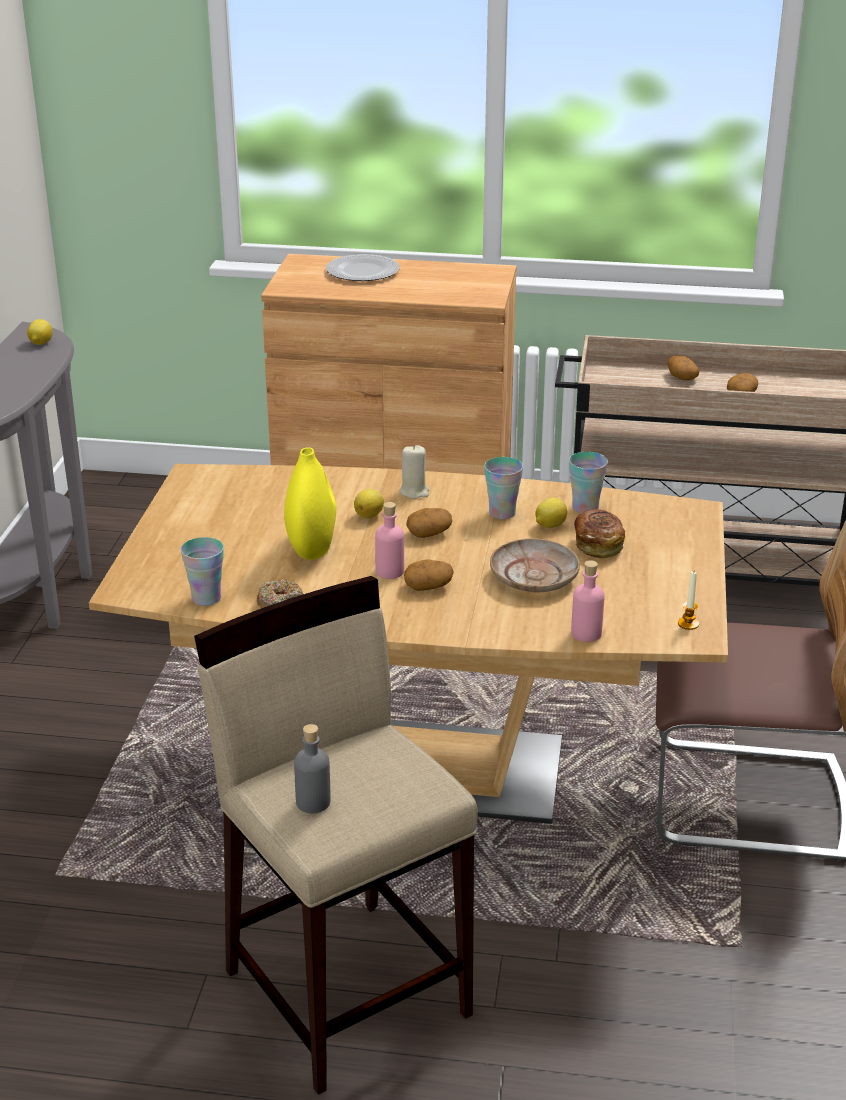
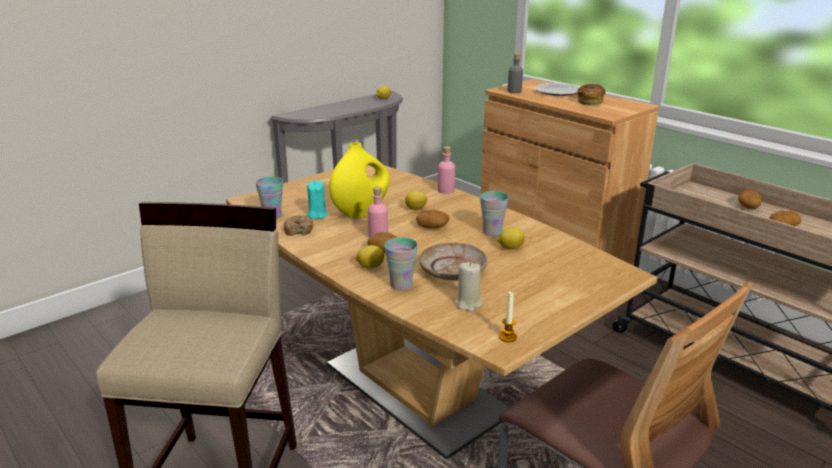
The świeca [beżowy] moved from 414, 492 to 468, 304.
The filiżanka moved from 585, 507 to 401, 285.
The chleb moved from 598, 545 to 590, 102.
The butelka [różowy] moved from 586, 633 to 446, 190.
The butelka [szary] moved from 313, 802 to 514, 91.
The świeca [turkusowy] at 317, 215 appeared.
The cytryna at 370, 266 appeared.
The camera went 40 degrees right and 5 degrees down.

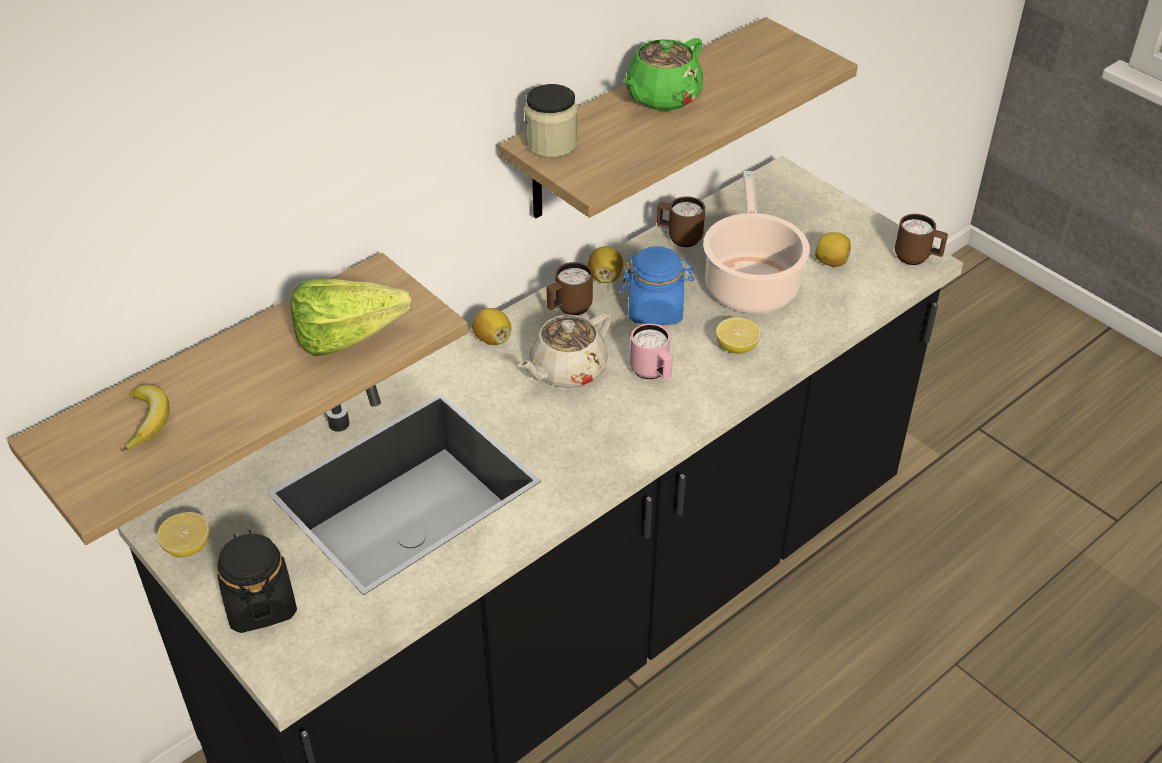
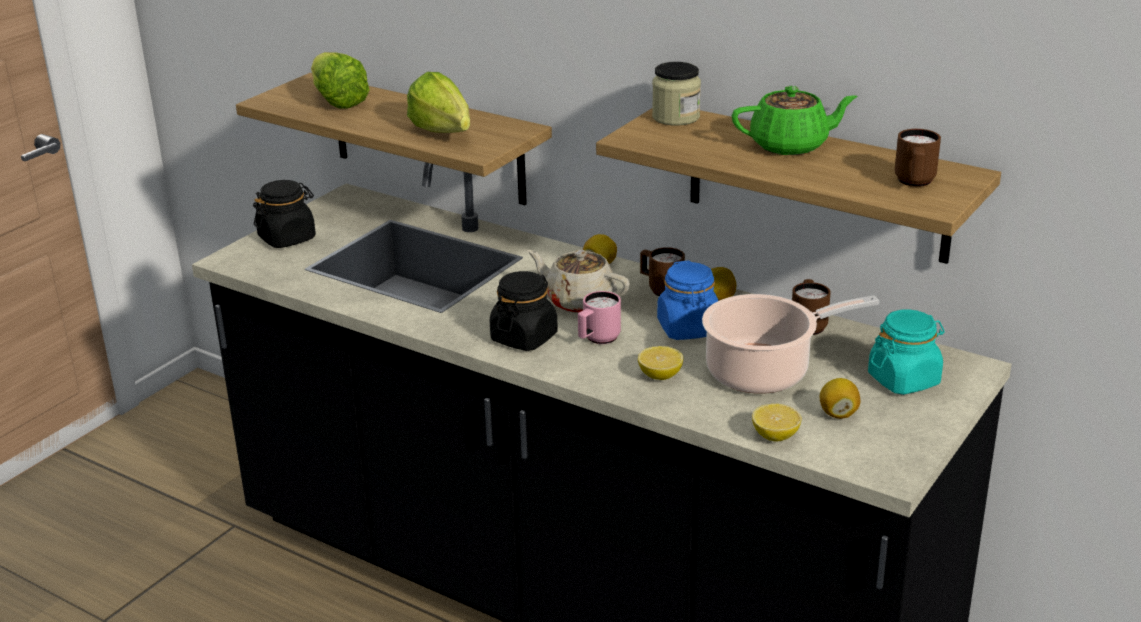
The imbryk [zielony] at 661, 97 turned 150 degrees clockwise.
The kubek [brązowy] moved from 917, 258 to 914, 183.
The banan at 148, 421 was replaced by the sałata at 337, 98.
The cytryna moved from 187, 547 to 775, 436.
The słoik [czarny] at 524, 337 appeared.
The słoik [turkusowy] at 904, 380 appeared.
The camera went 75 degrees right and 15 degrees down.

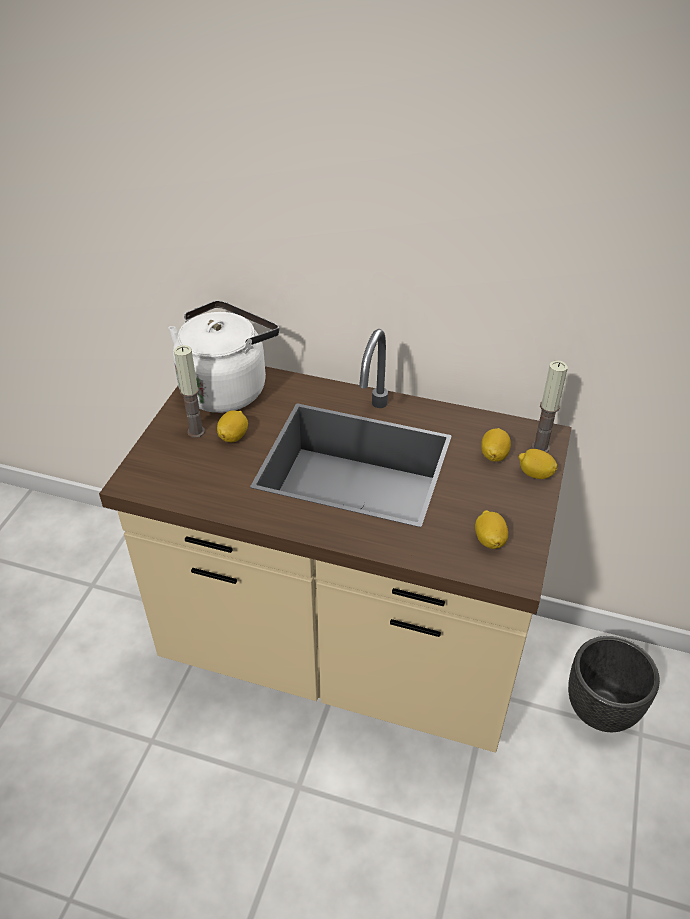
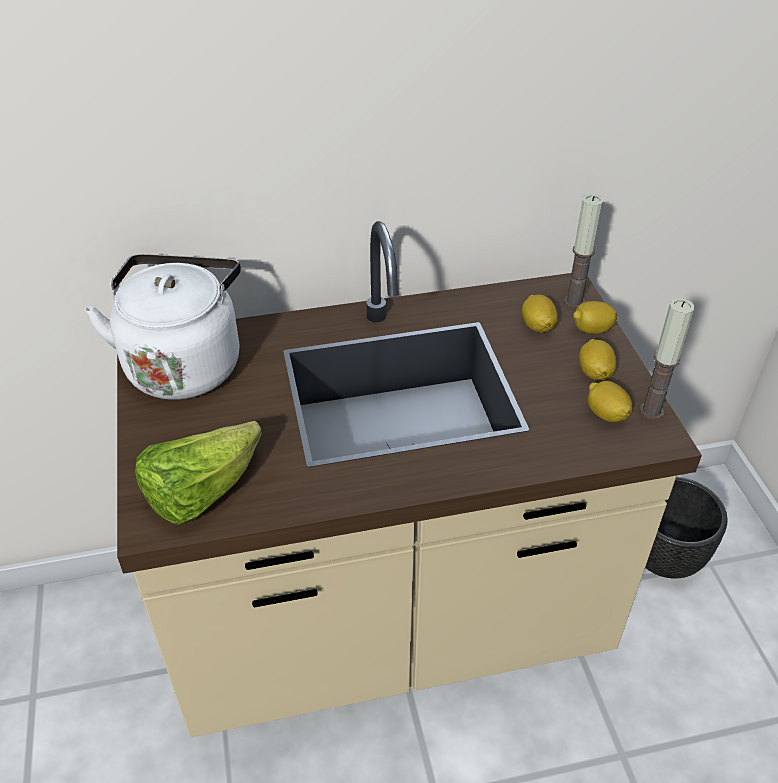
The świeca moved from 196, 431 to 651, 411.
The cytryna moved from 233, 436 to 594, 373.
The sałata at 201, 493 appeared.
The camera went 30 degrees left and 0 degrees up.

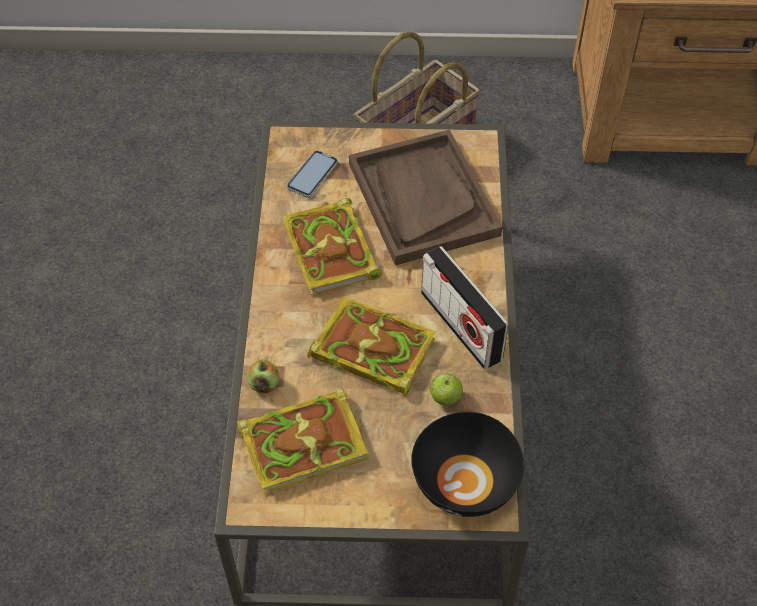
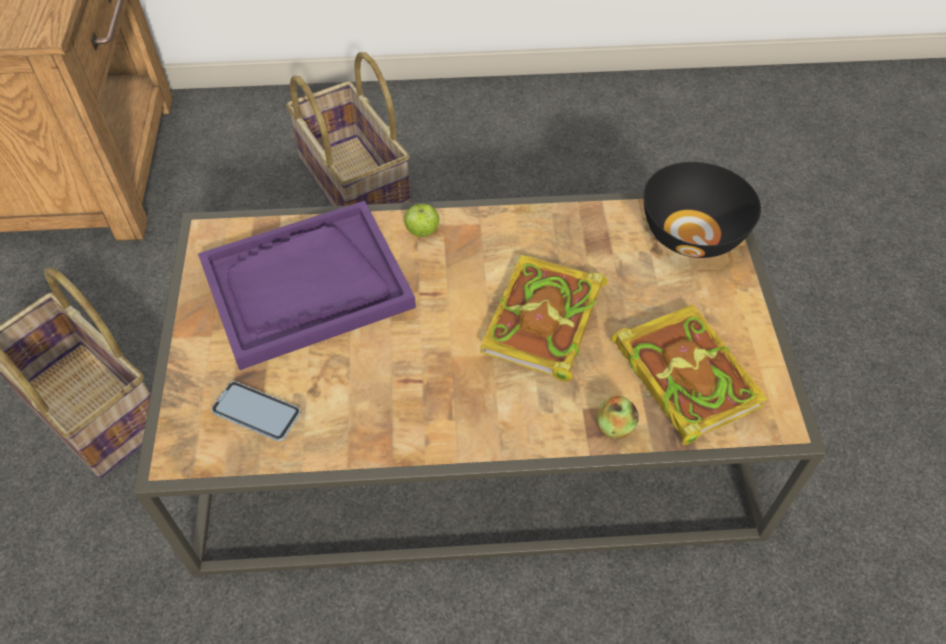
The taca [brązowy] at 422, 199 became the taca [fioletowy] at 306, 286.
The książka at 333, 252 disappeared.
The radio at 461, 326 disappeared.
The jabłko moved from 445, 398 to 422, 232.
The koszyk at 352, 185 appeared.
The camera went 95 degrees left and 0 degrees up.

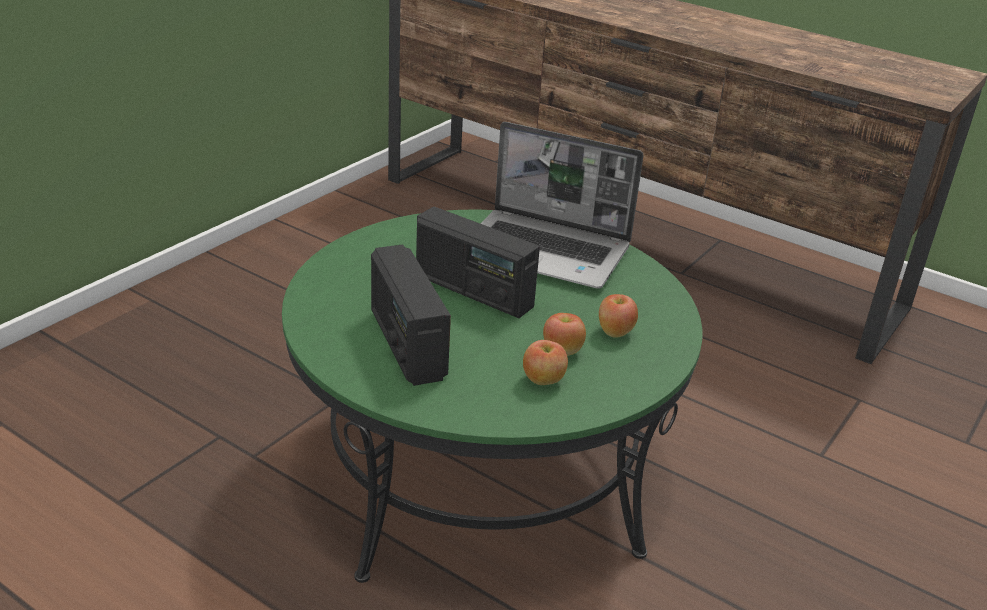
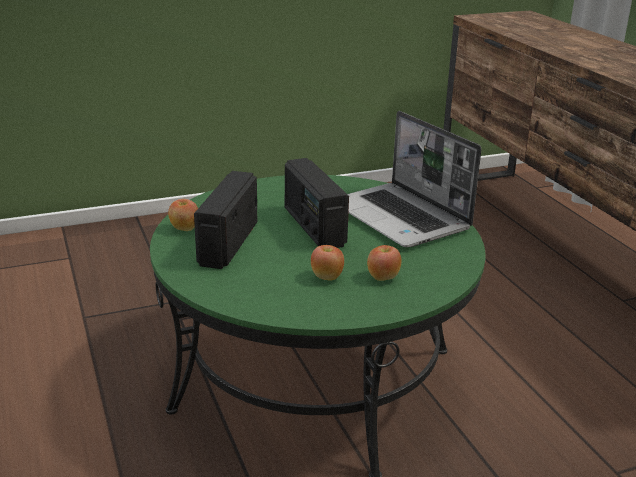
The jabłko moved from 543, 381 to 184, 228.
The camera went 35 degrees right and 5 degrees down.

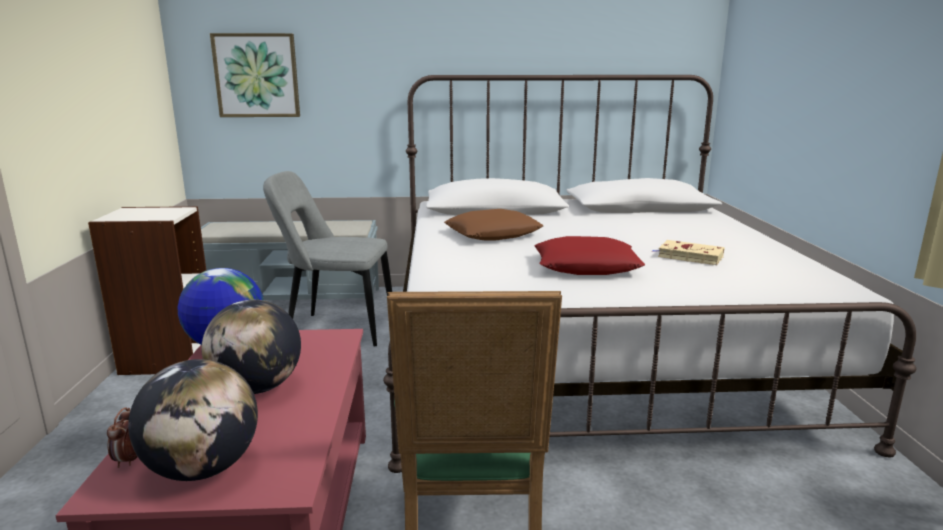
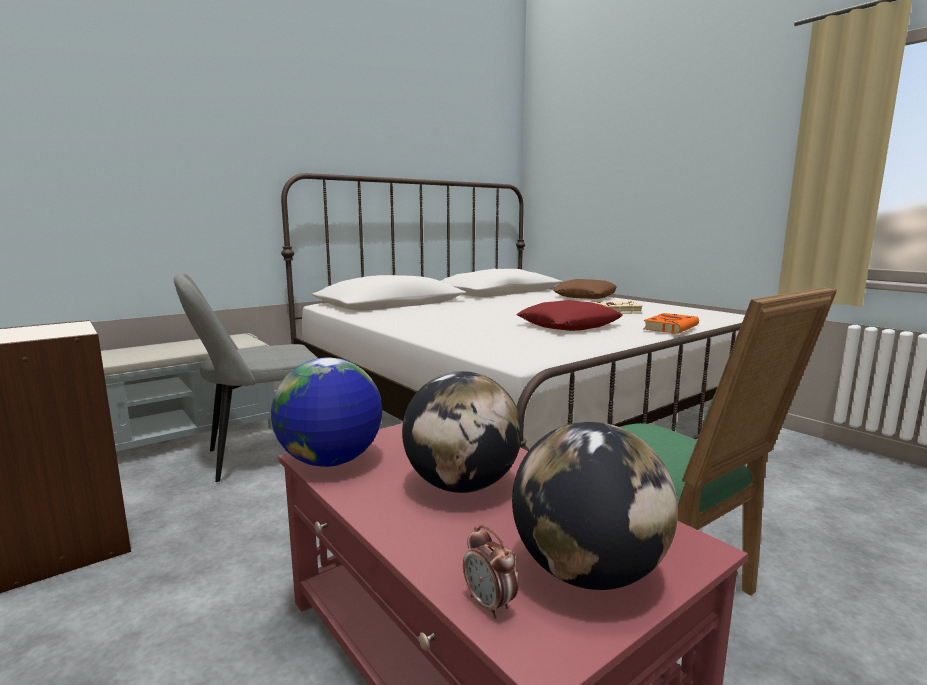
The obraz at 257, 75 disappeared.
The poduszka [brązowy] moved from 493, 233 to 585, 296.
The książka [pomarańczowy] at 671, 327 appeared.
The camera went 35 degrees left and 5 degrees down.

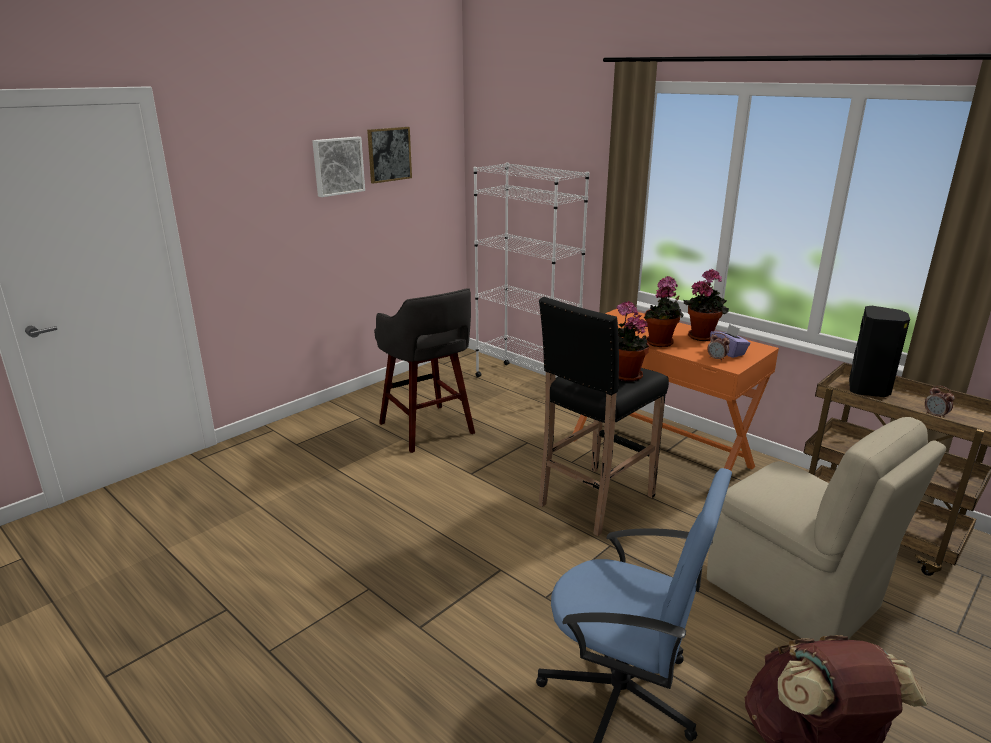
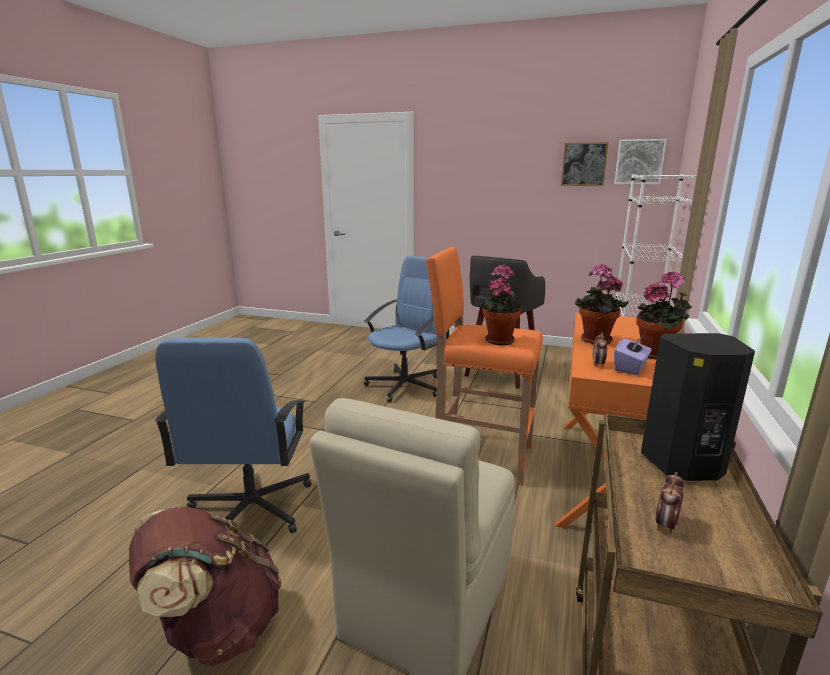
The obraz moved from 337, 166 to 639, 162.
The stołek [czarny] at 594, 501 became the stołek [pomarańczowy] at 479, 456.
The krzesło biurowe [niebieski] at 406, 385 appeared.
The camera went 65 degrees right and 5 degrees down.

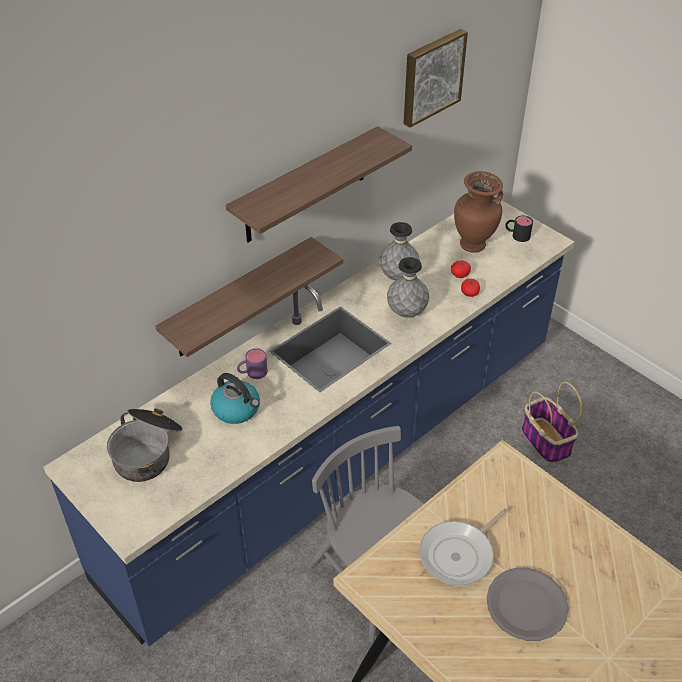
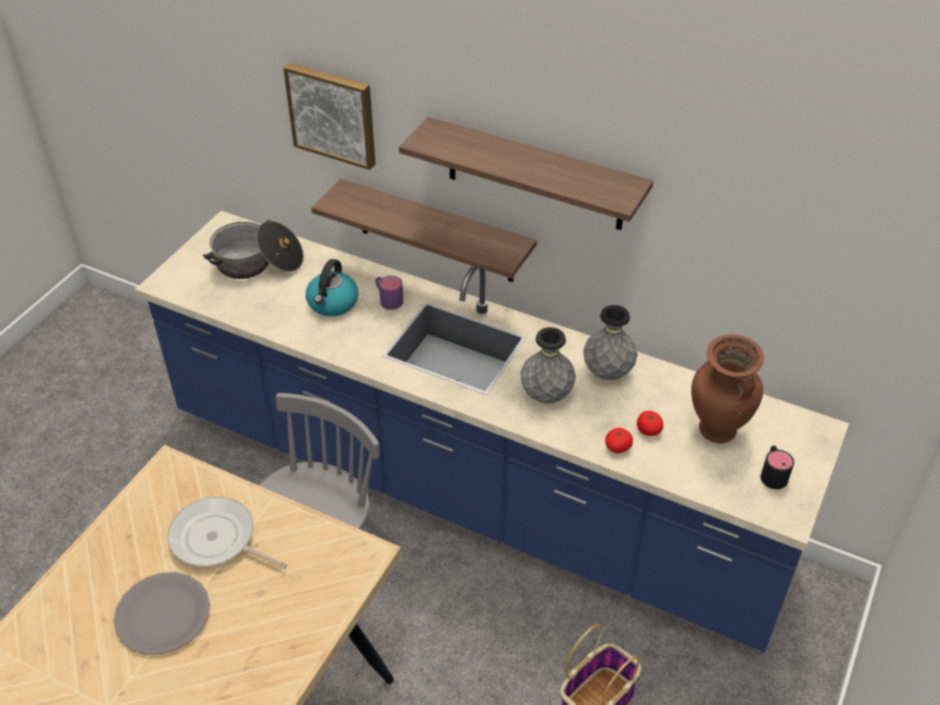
The obraz moved from 431, 76 to 333, 114.
The camera went 70 degrees right and 0 degrees up.

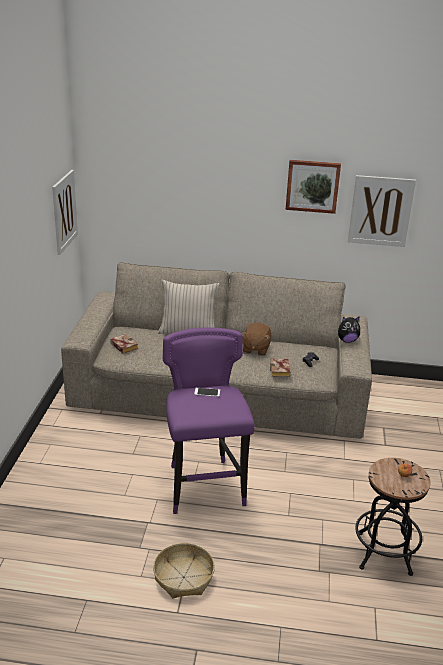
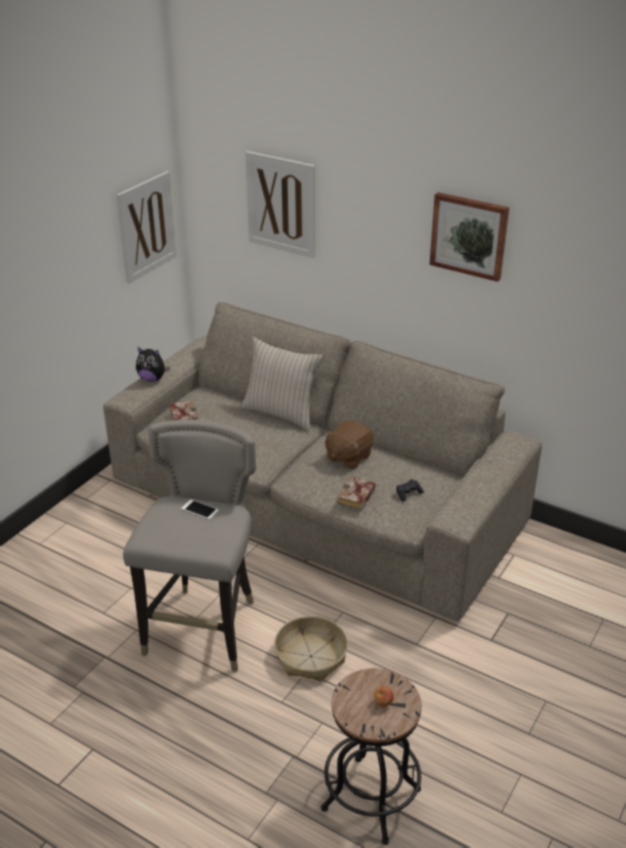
The obraz moved from 380, 211 to 281, 204.
The pluszak moved from 347, 340 to 152, 379.
The stołek [fioletowy] at 204, 486 became the stołek [szary] at 204, 628.
The koszyk moved from 183, 577 to 311, 656.
The camera went 25 degrees right and 5 degrees up.

